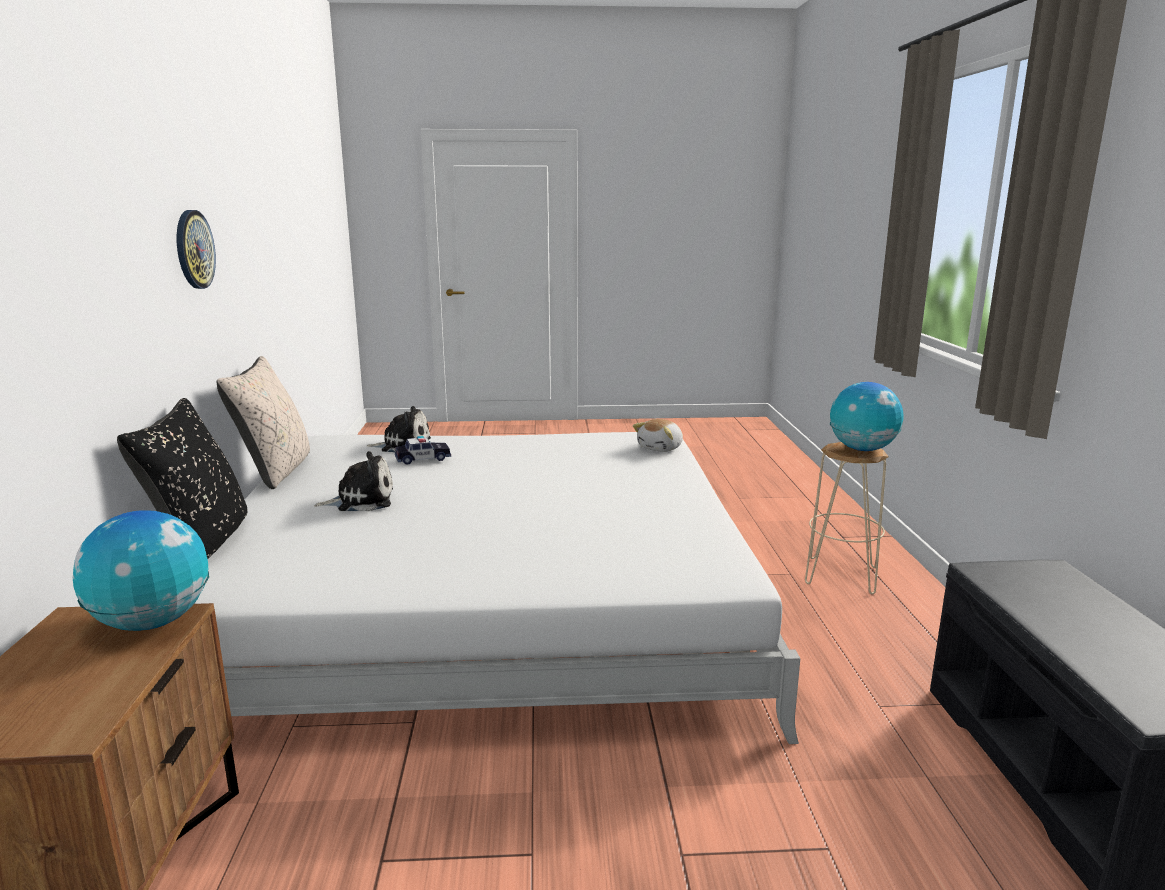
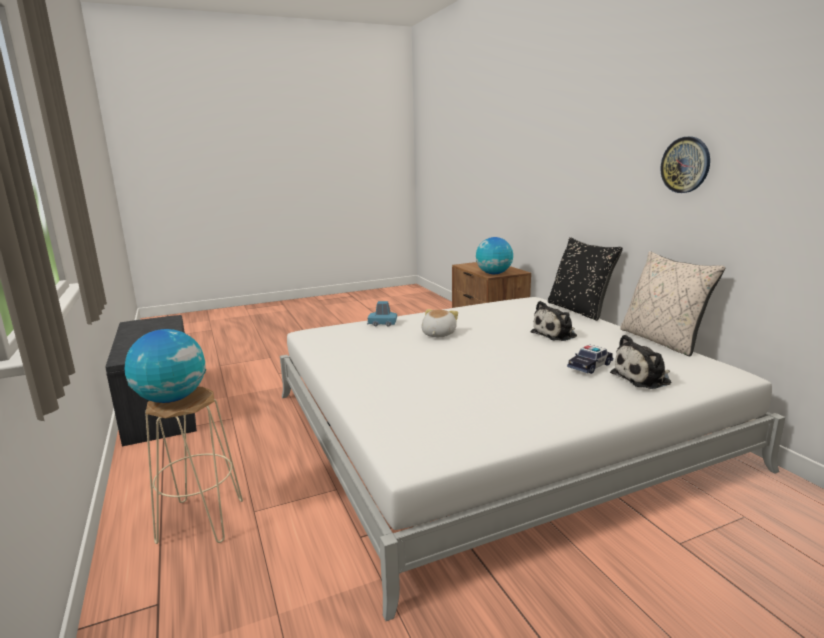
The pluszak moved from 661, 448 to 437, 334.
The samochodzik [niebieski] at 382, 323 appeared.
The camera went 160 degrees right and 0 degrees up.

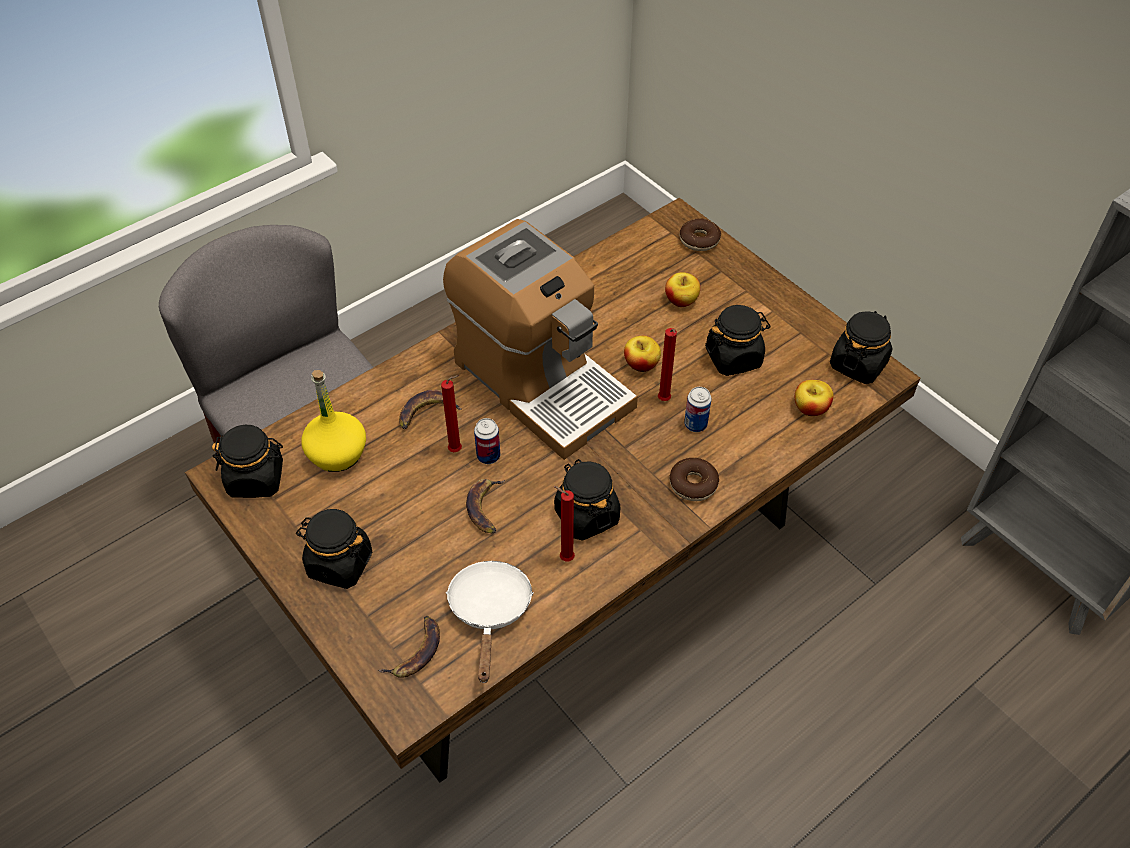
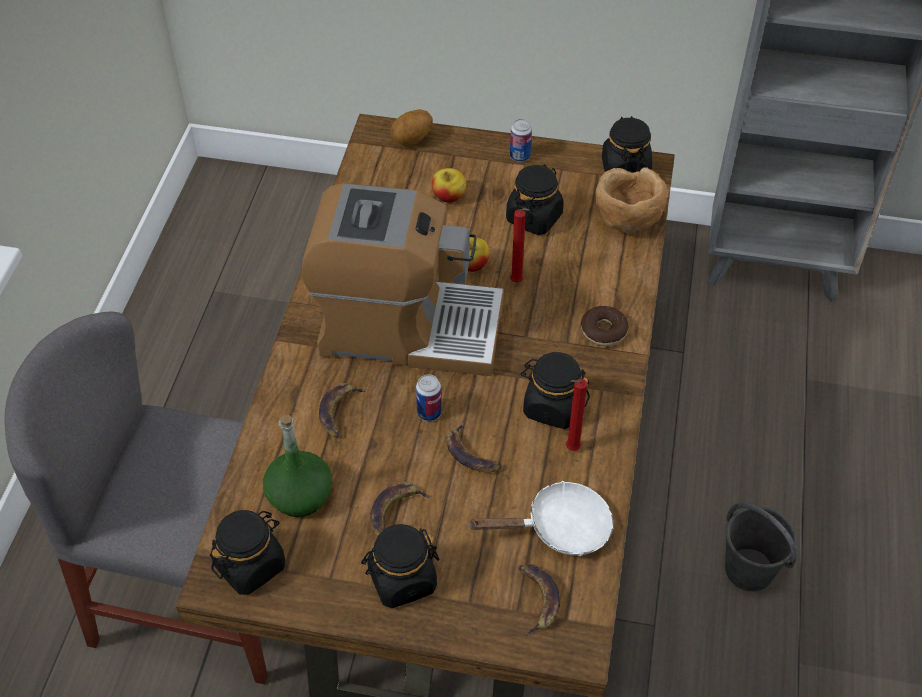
The donut at 699, 240 was replaced by the ziemniak at 412, 140.
The butelka [żółty] at 337, 453 became the butelka [zielony] at 300, 495.
The świeca [czerwony] at 457, 450 disappeared.
The jabłko at 810, 408 was replaced by the miska [brązowy] at 626, 222.
The puszka moved from 695, 424 to 520, 156.
The patelnia [biały] at 490, 612 turned 120 degrees clockwise.
The banan at 394, 511 appeared.
The wiadro [szary] at 750, 570 appeared.
The camera went 40 degrees left and 0 degrees up.

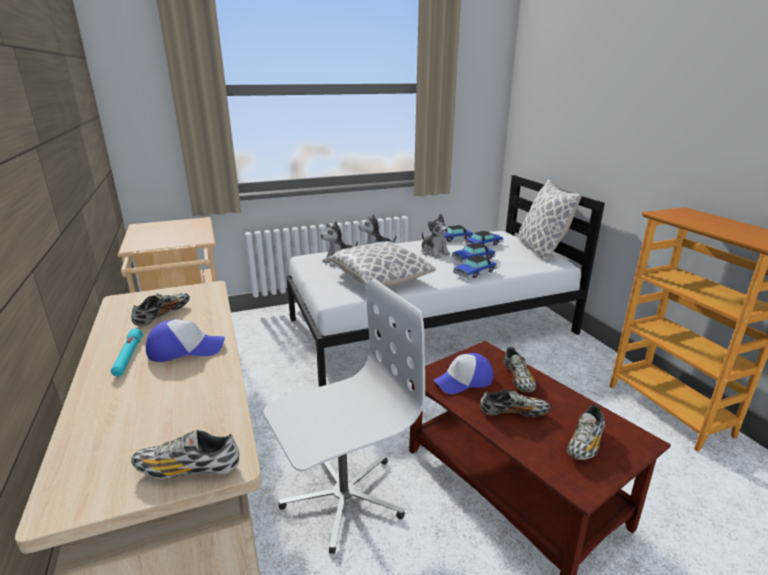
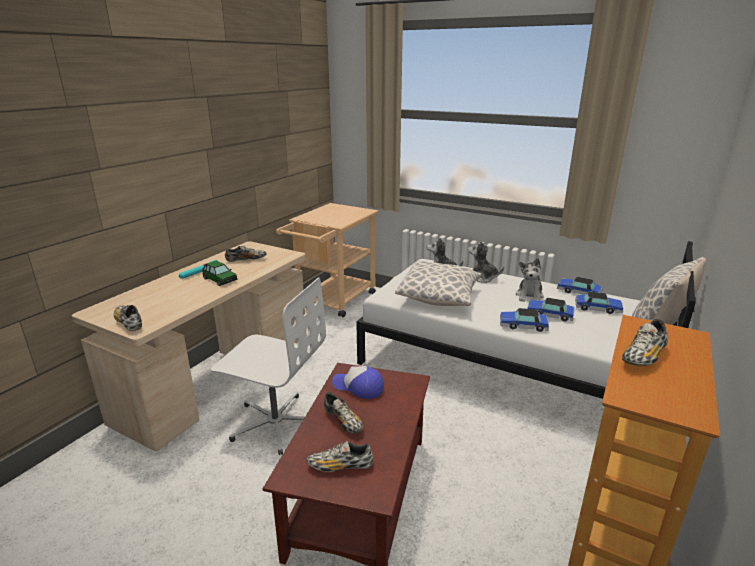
The czapka z daszkiem at 186, 349 was replaced by the samochodzik at 220, 279.
The but moved from 518, 380 to 643, 357.
The camera went 50 degrees right and 0 degrees up.

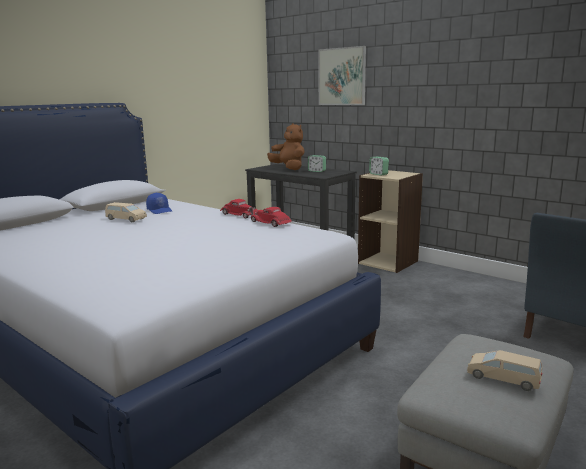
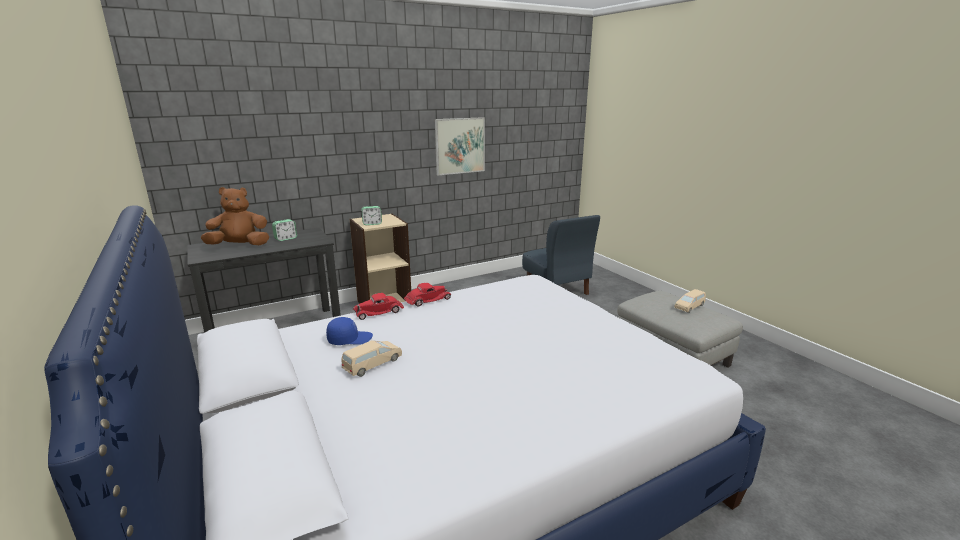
The obraz moved from 342, 76 to 460, 146.
The samochodzik [czerwony] moved from 271, 223 to 379, 312.
The camera went 70 degrees left and 5 degrees up.

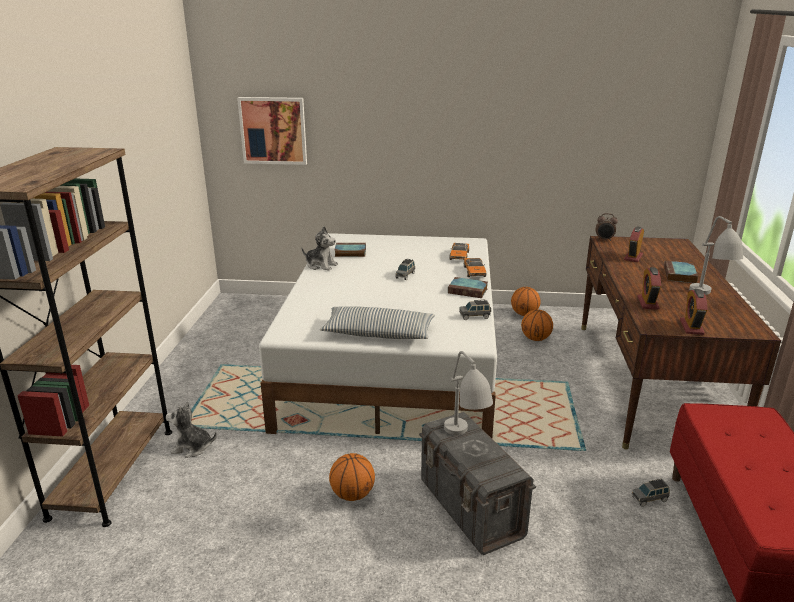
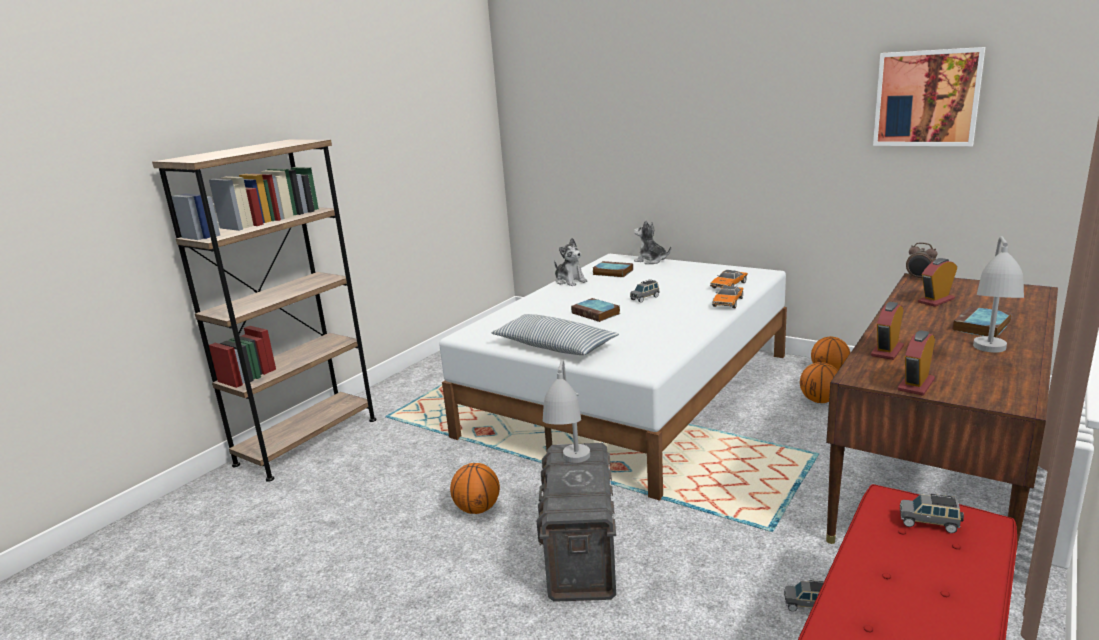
The obraz moved from 273, 130 to 926, 98.
The książka moved from 468, 290 to 596, 313.
The samochodzik [szary] moved from 475, 316 to 929, 523.
The pluszak moved from 192, 447 to 651, 261.
The camera went 30 degrees right and 5 degrees down.

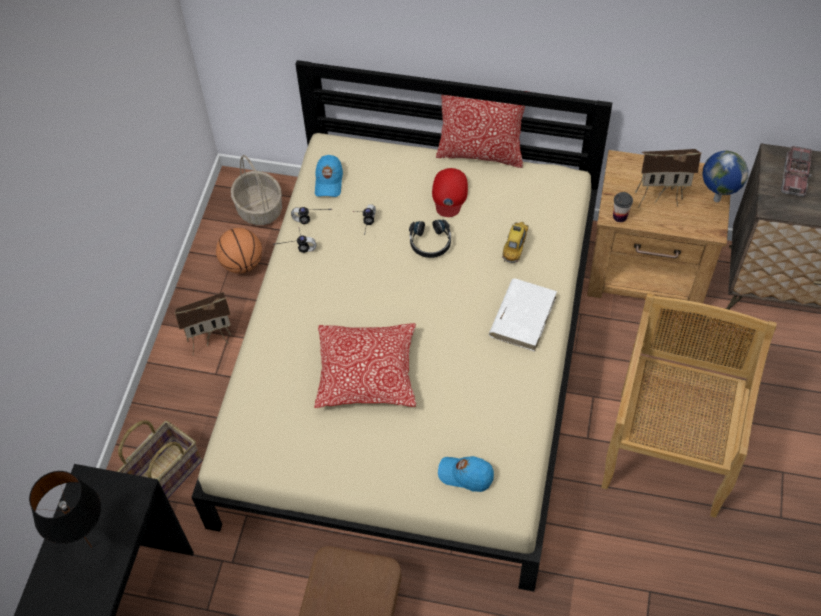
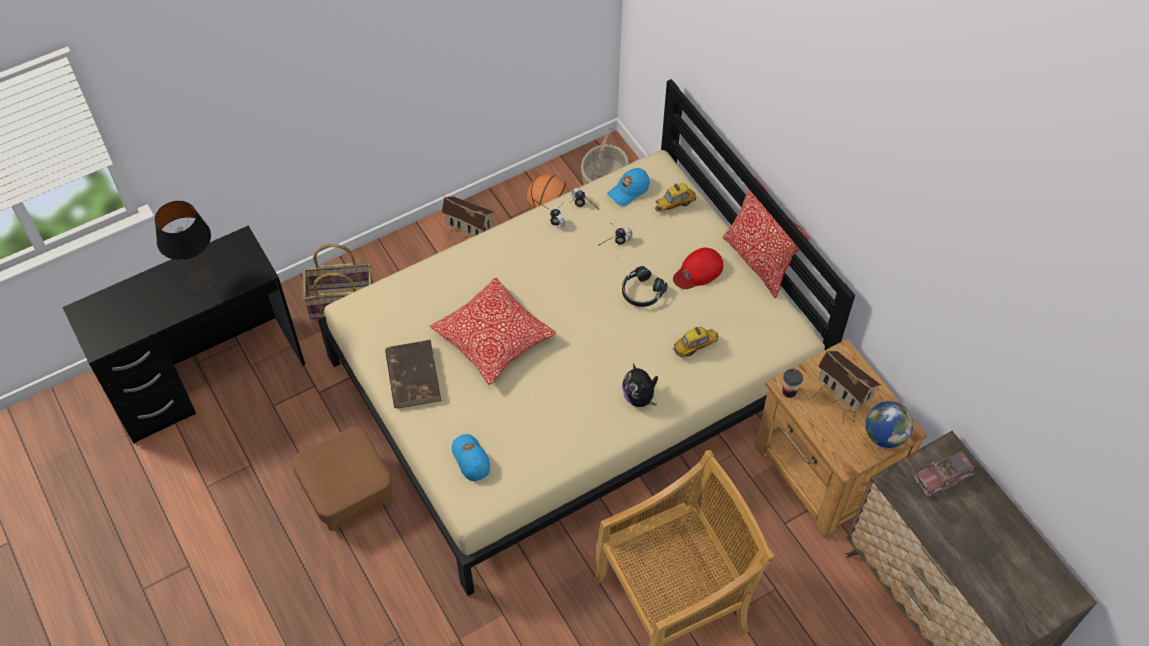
The książka [biały] at 523, 316 was replaced by the pluszak at 639, 397.
The samochodzik at 674, 204 appeared.
The książka [brązowy] at 413, 376 appeared.
The camera went 45 degrees right and 0 degrees up.

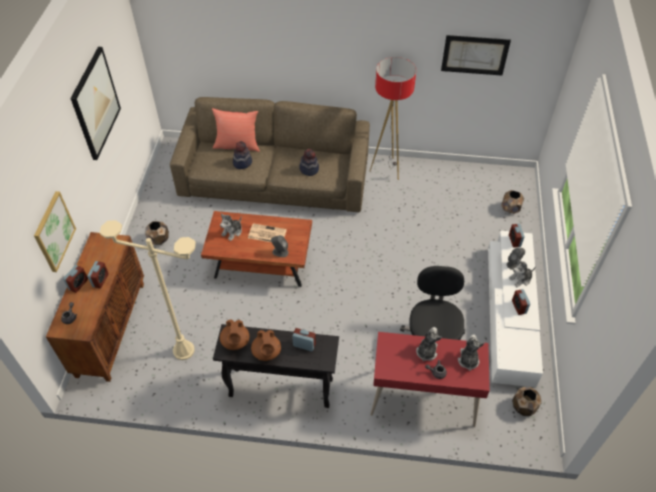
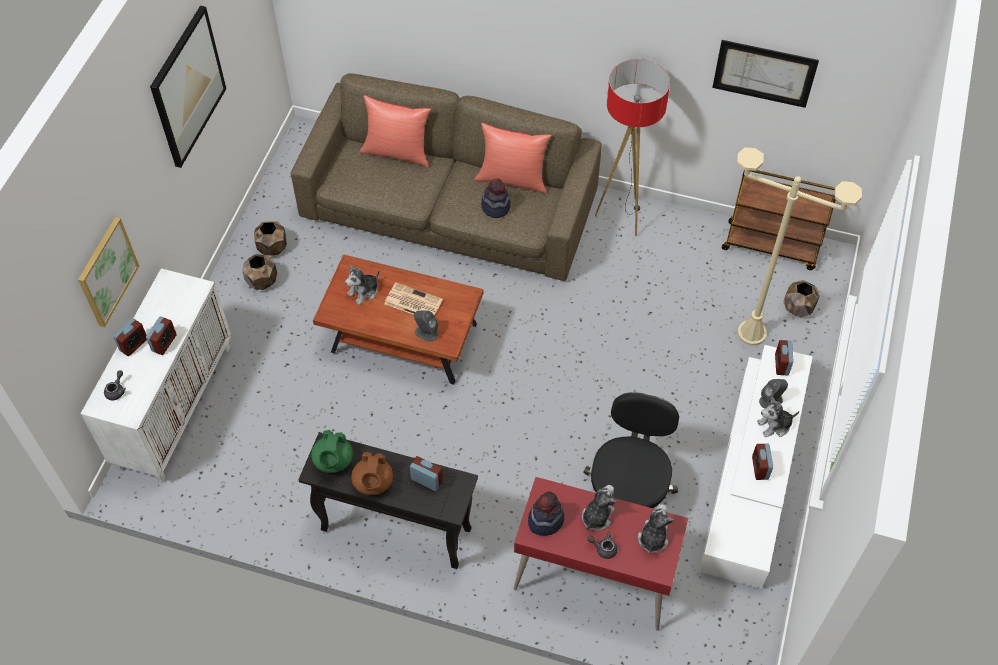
The kapelusz moved from 242, 162 to 545, 520.
The lampa stojąca [beżowy] moved from 184, 350 to 752, 333.
The szafka [brązowy] at 110, 328 became the szafka [biały] at 174, 405.
The imbryk [brązowy] at 235, 342 became the imbryk [zielony] at 333, 461.
The donica [brązowy] moved from 523, 407 to 272, 248.
The poduszka [czerwony] at 512, 179 appeared.
The wózek [brązowy] at 771, 245 appeared.
The camera went 10 degrees right and 5 degrees up.

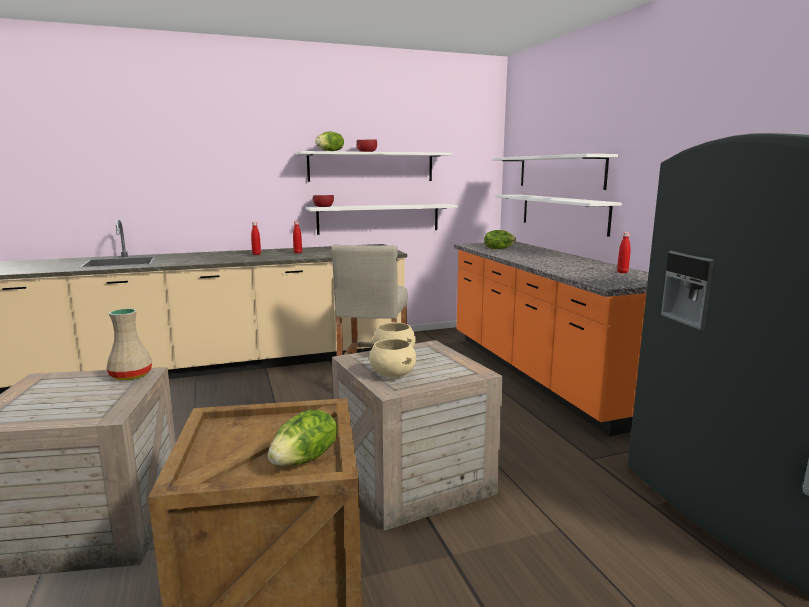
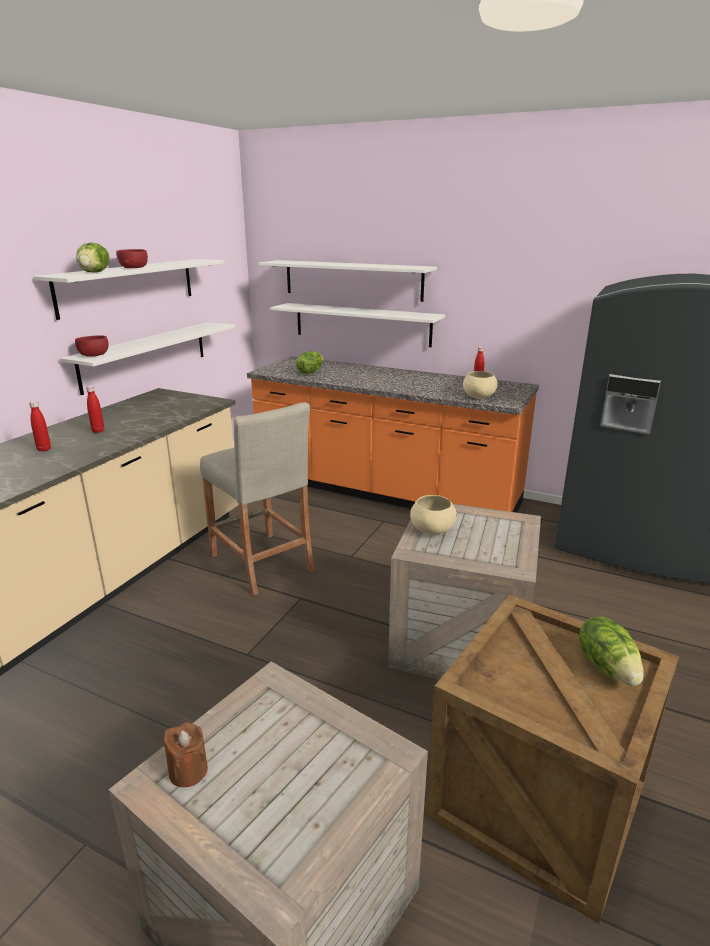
The wazon [beżowy] at 132, 376 disappeared.
The miska [beżowy] moved from 392, 375 to 478, 397.
The świeca [brązowy] at 188, 771 appeared.
The camera went 45 degrees left and 10 degrees up.

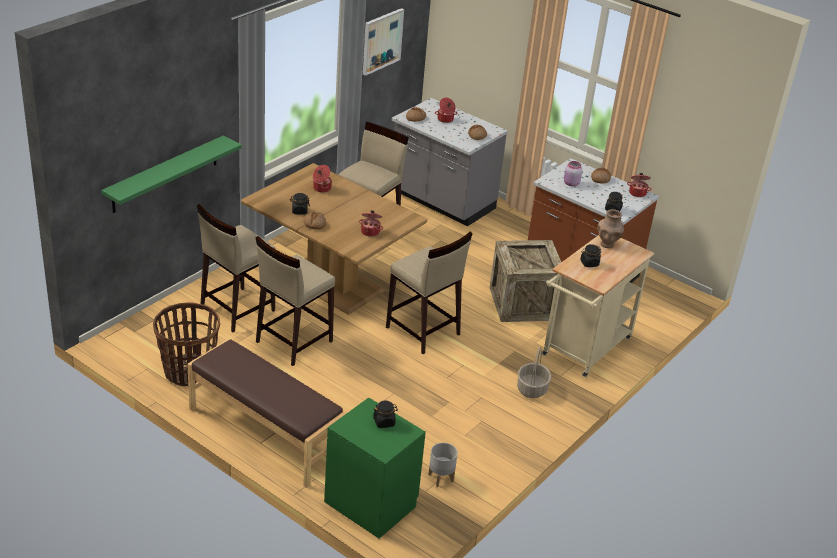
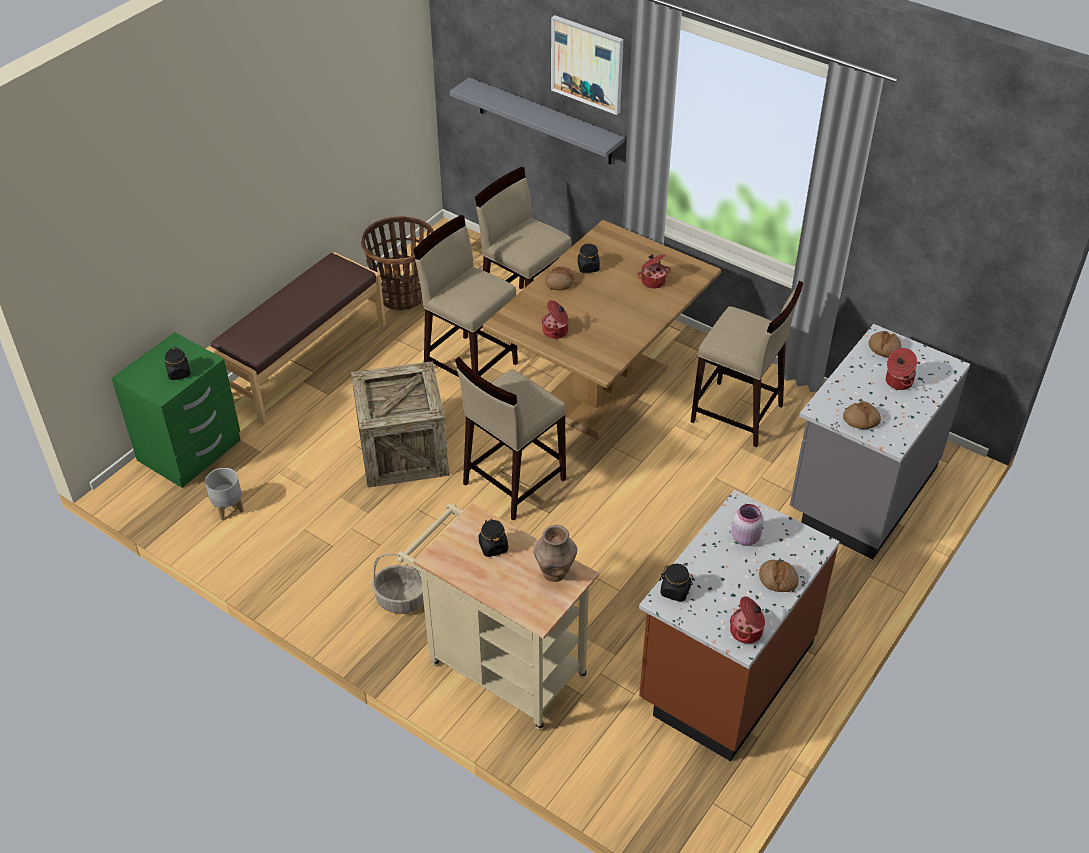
The obraz moved from 381, 41 to 587, 64.
The półka [zielony] at 165, 174 became the półka [szary] at 544, 122.
The skrzynka moved from 522, 303 to 403, 452.
The camera went 90 degrees right and 10 degrees up.

